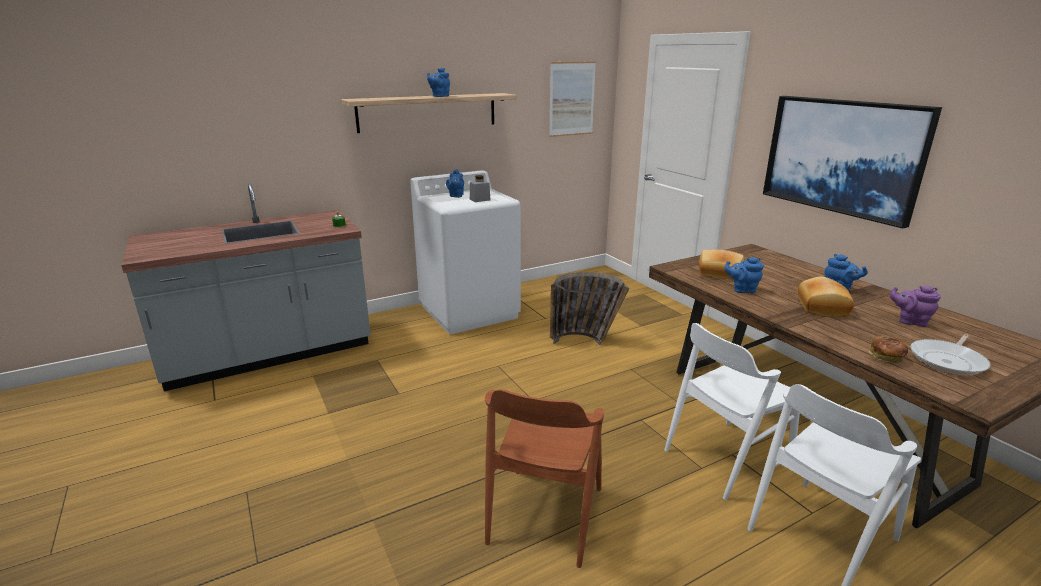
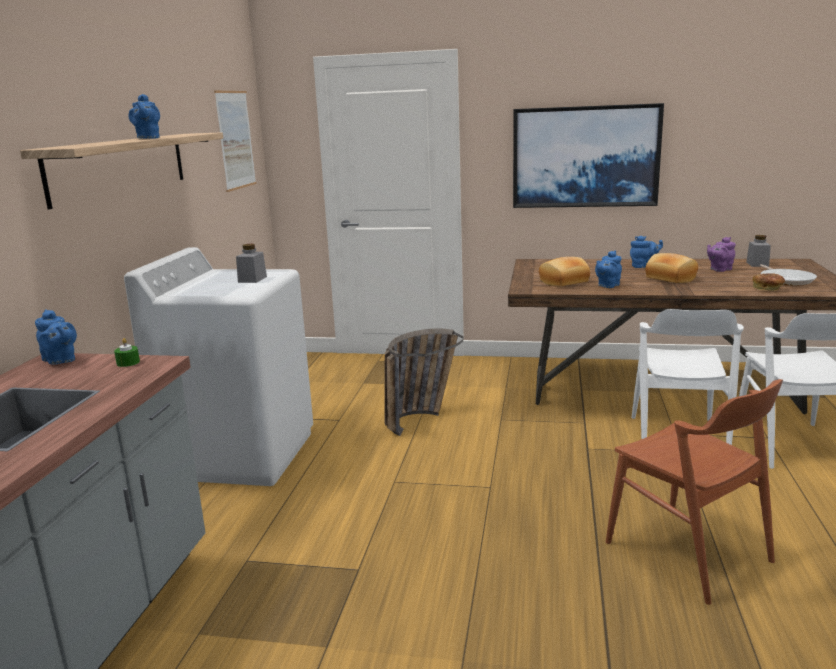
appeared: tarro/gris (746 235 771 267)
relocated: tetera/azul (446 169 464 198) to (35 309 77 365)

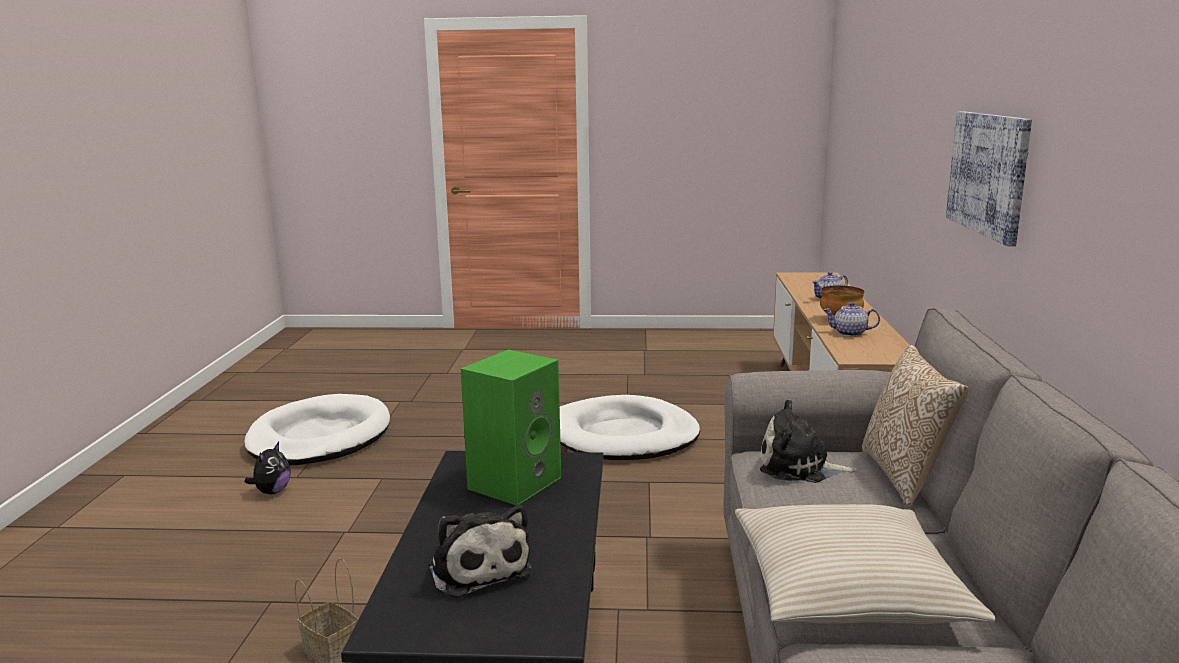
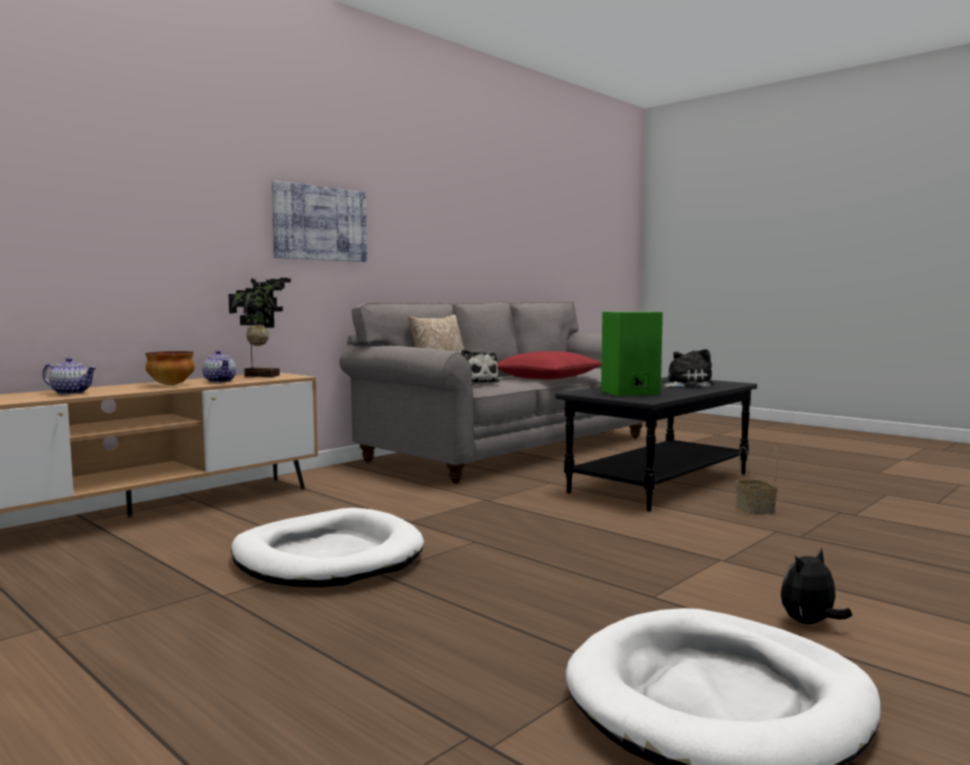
appeared: planta en maceta (228 278 291 377)
colour: cojín/beis (735 504 996 624) to cojín/rojo (498 351 601 380)
spun: peluche (428 504 531 599) = (662 349 714 388) 45 degrees clockwise

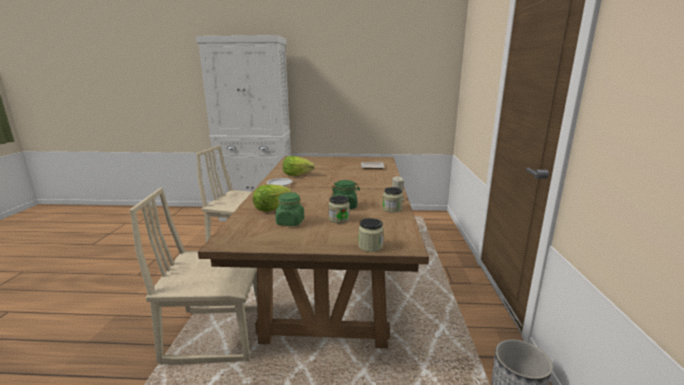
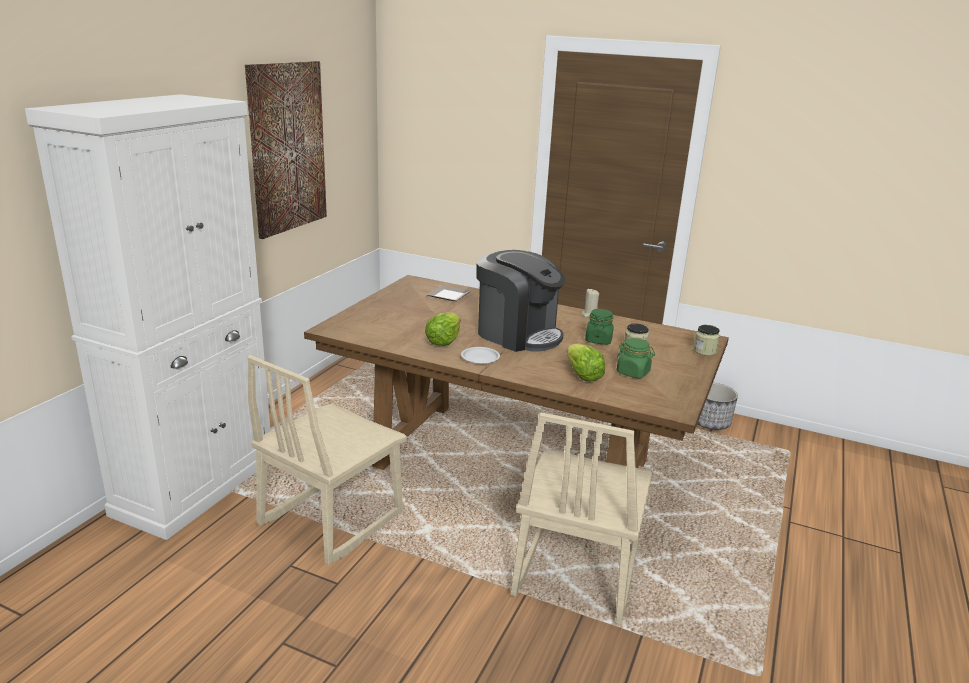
missing: tarro (383 187 403 213)
appeared: cuadro (245 61 327 239); cafetera (477 250 565 352)

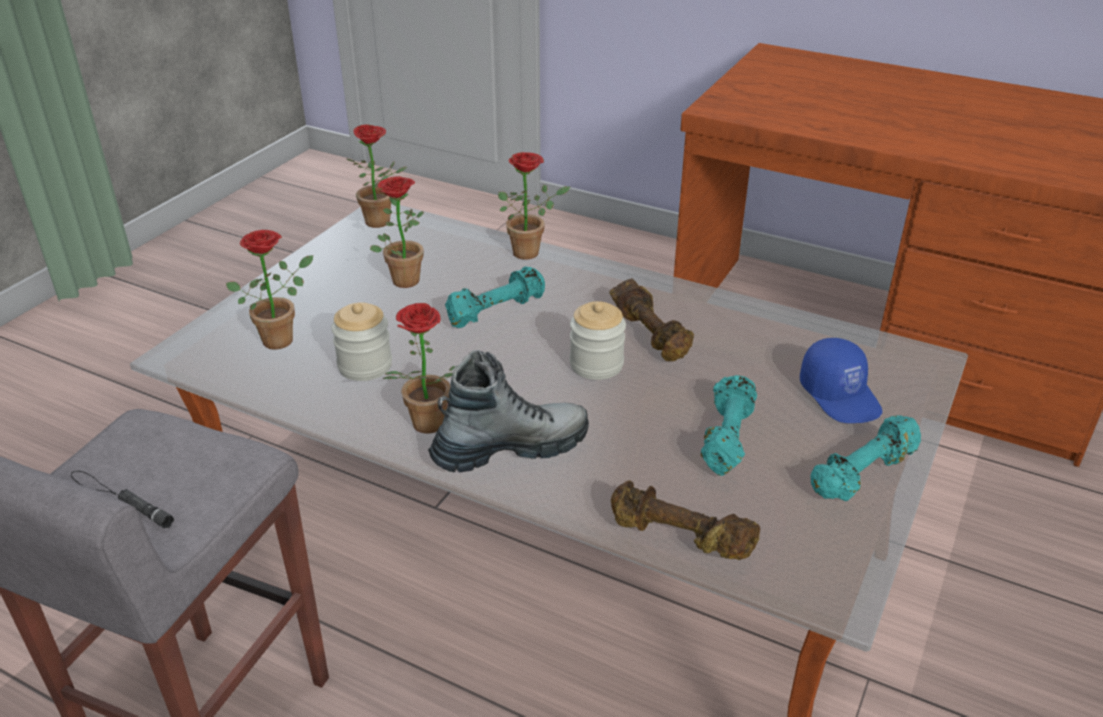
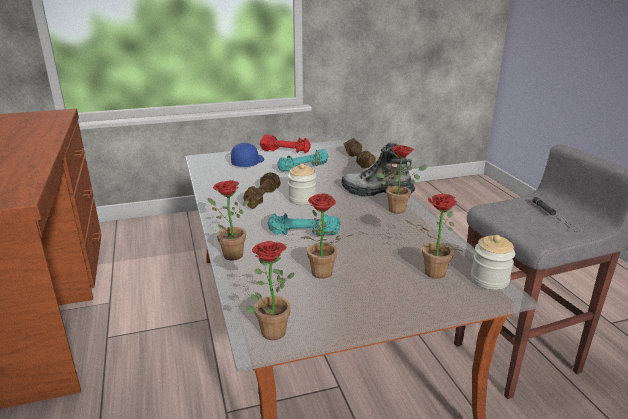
relocated: tarro (331 302 392 381) to (471 235 515 290)
colour: mancuerna/turquesa (810 415 921 501) to mancuerna/rojo (260 134 311 153)

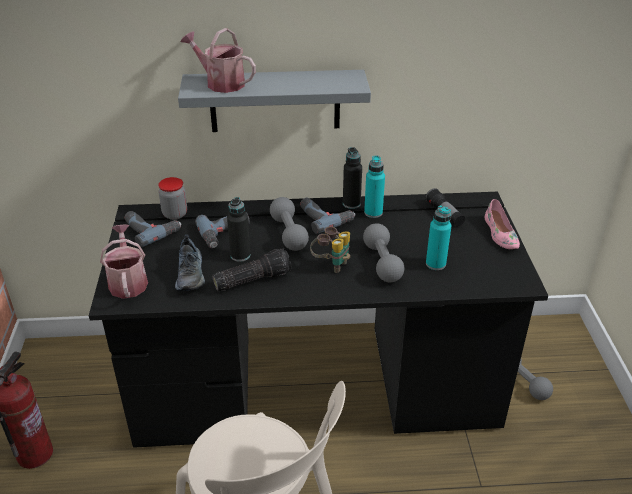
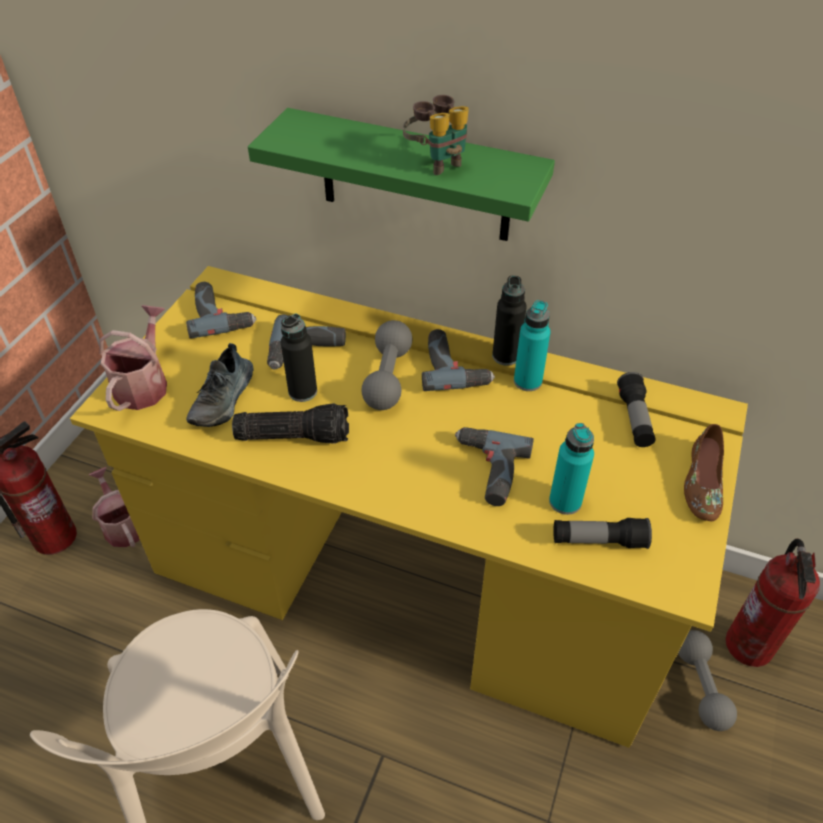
missing: tarro (158 177 187 220)
appeared: linterna (553 518 652 549); extintor (725 539 820 667)
relocated: regadera (181 28 256 93) to (89 467 140 548); prismáticos (310 226 350 273) to (403 95 469 175)
exchanged: mancuerna/gris (363 223 404 282) to taladro (455 427 534 506)
colour: estante/gris (178 70 371 132) to estante/verde (248 108 555 241); escritorio/negro (89 192 548 448) to escritorio/amarillo (70 266 748 748); zapato/rosa (484 199 520 249) to zapato/marrón (684 424 724 521)

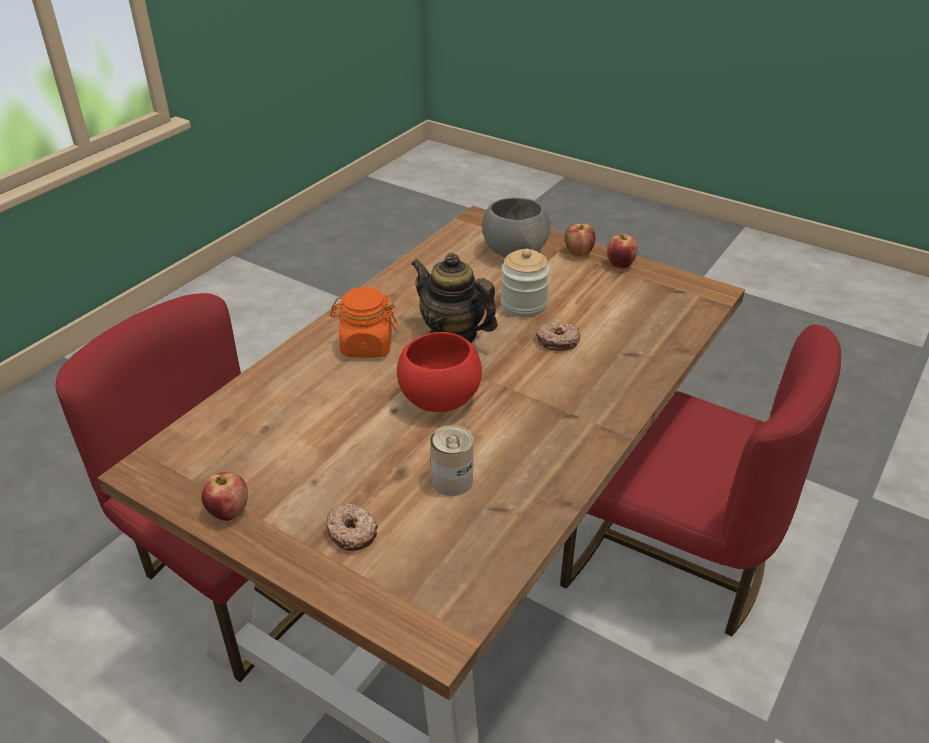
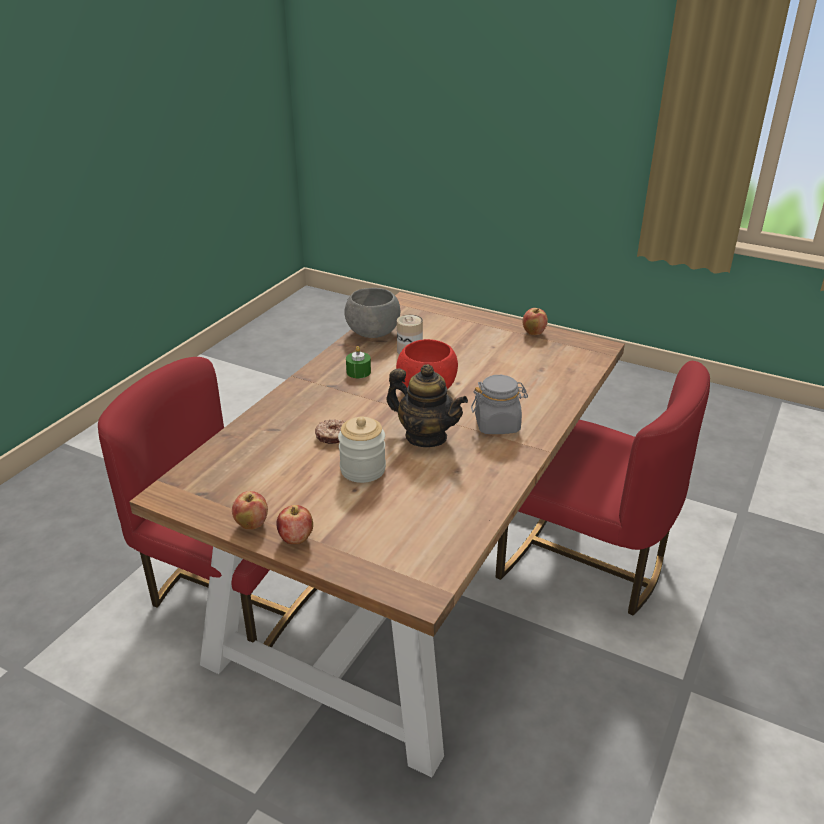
missing: rosquilla (326 504 378 551)
appeared: vela/verde (346 346 371 378)
relocated: cuenco/gris (482 197 550 258) to (344 288 400 338)
colour: tarro/naranja (330 287 398 358) to tarro/gris (471 375 528 434)

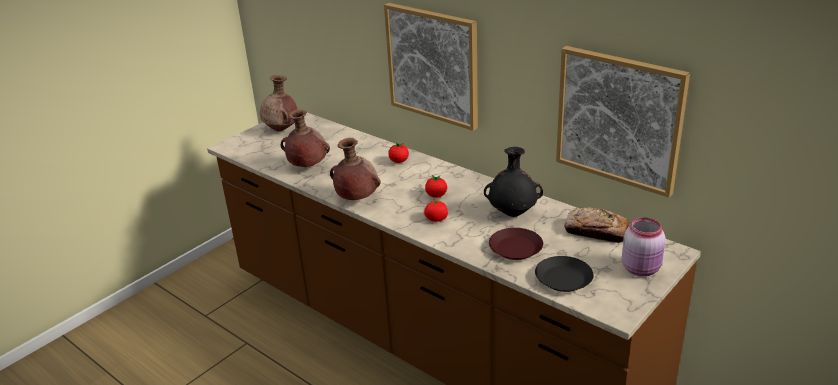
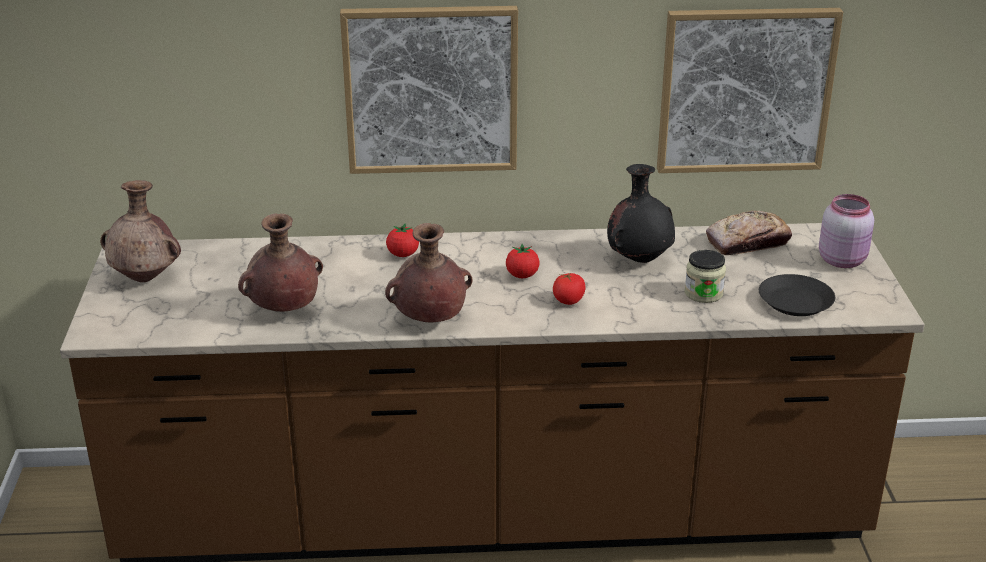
exchanged: plato/marrón (489 228 543 260) to tarro (684 250 726 303)

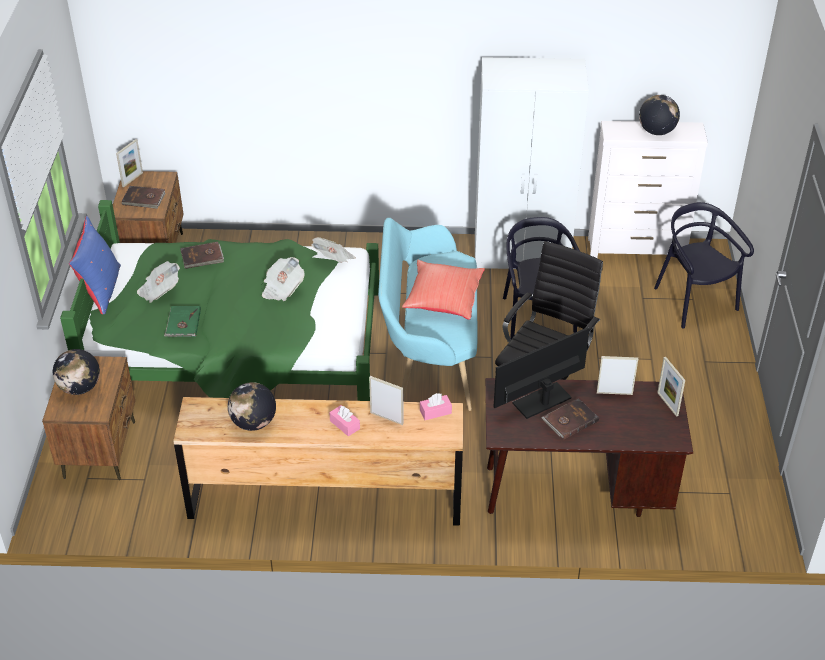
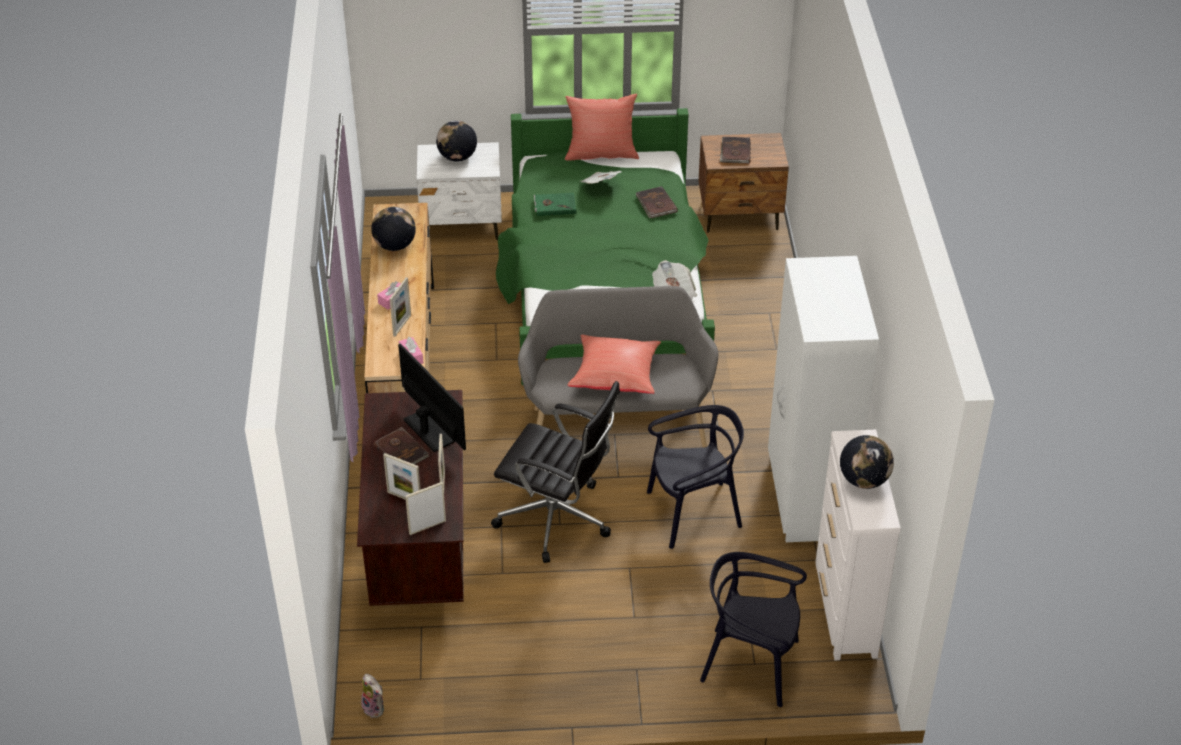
missing: periódico (262 257 304 301)
appeared: peluche (361 674 384 718)
relocated: portarretratos (116 139 143 187) to (383 453 421 500)
colour: cojín/azul (69 216 121 314) to cojín/rojo (565 94 639 161); banco/turquesa (378 218 478 411) to banco/gris (518 286 719 447); mesita de noche/marrón (42 356 135 480) to mesita de noche/blanco (417 142 502 240)
spun: silla/negro (654 202 754 329) = (700 552 807 707) 135 degrees counterclockwise

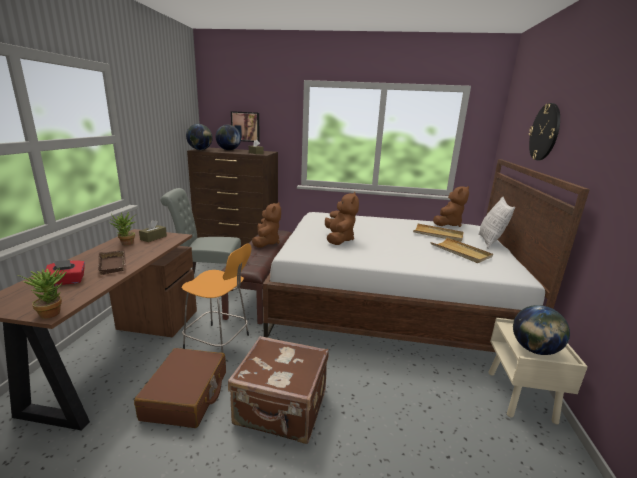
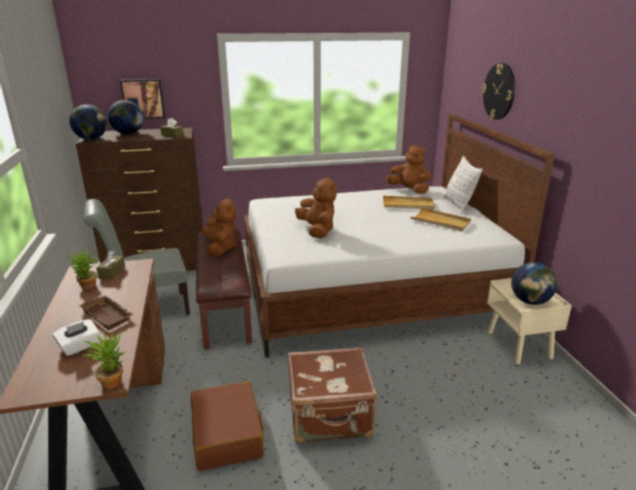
missing: taburete/naranja (182 244 252 353)
colour: caja de pañuelos/rojo (45 260 85 286) to caja de pañuelos/blanco (52 319 99 356)
spun: peluche/marrón (433 186 469 227) = (386 144 432 194) 75 degrees counterclockwise

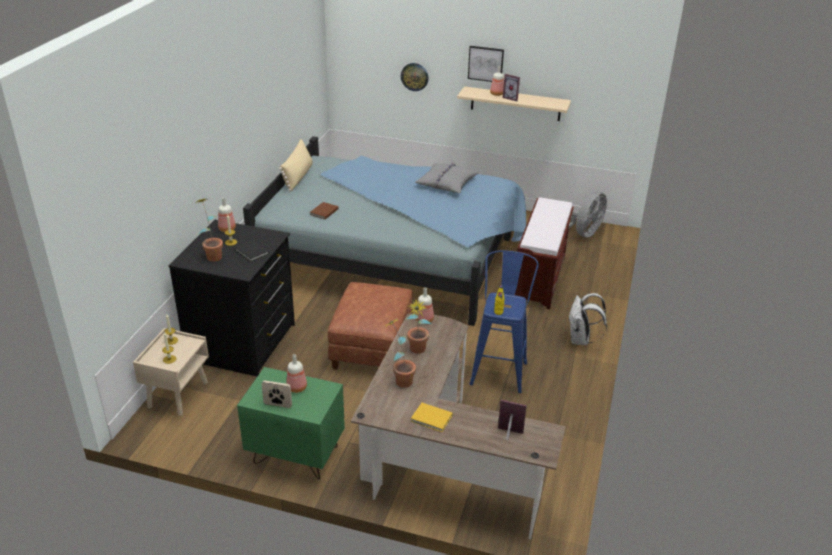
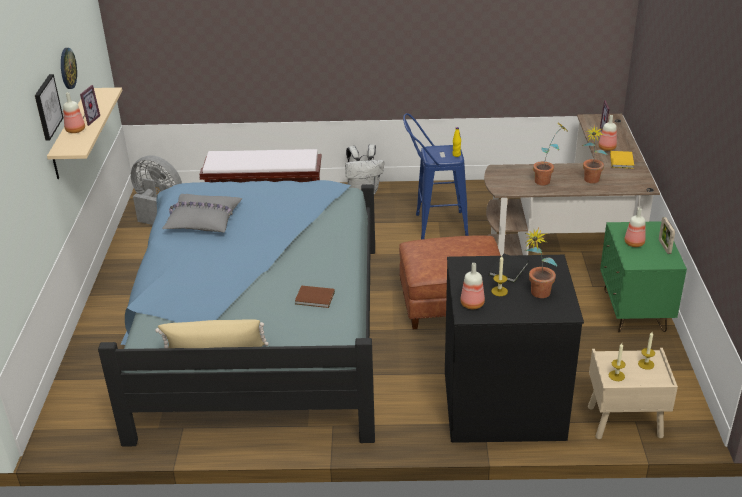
relocated: reloj de pared (401 63 429 91) to (61 48 77 89); botella (416 288 434 323) to (599 115 617 151)

